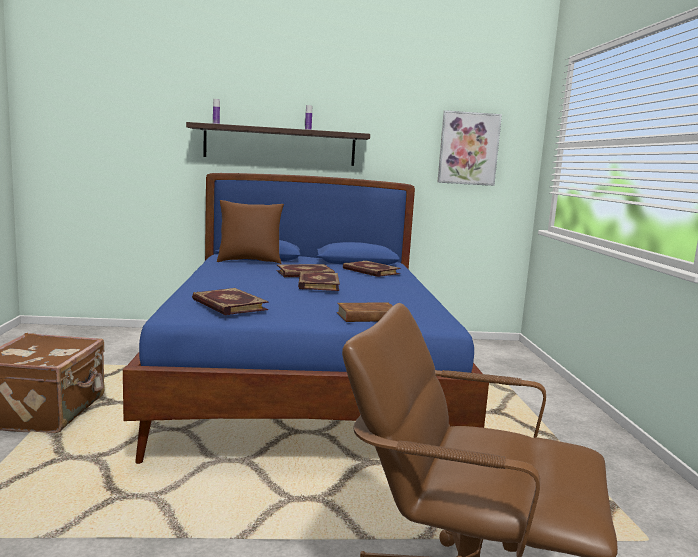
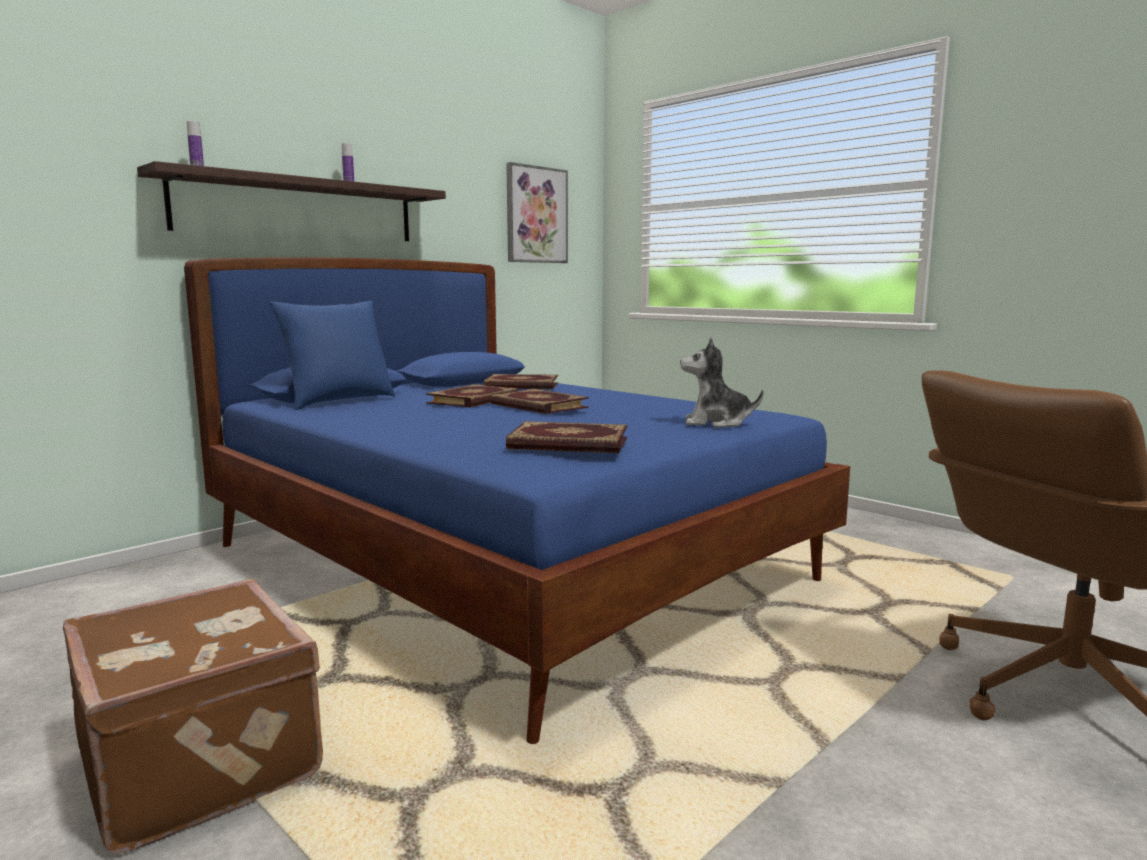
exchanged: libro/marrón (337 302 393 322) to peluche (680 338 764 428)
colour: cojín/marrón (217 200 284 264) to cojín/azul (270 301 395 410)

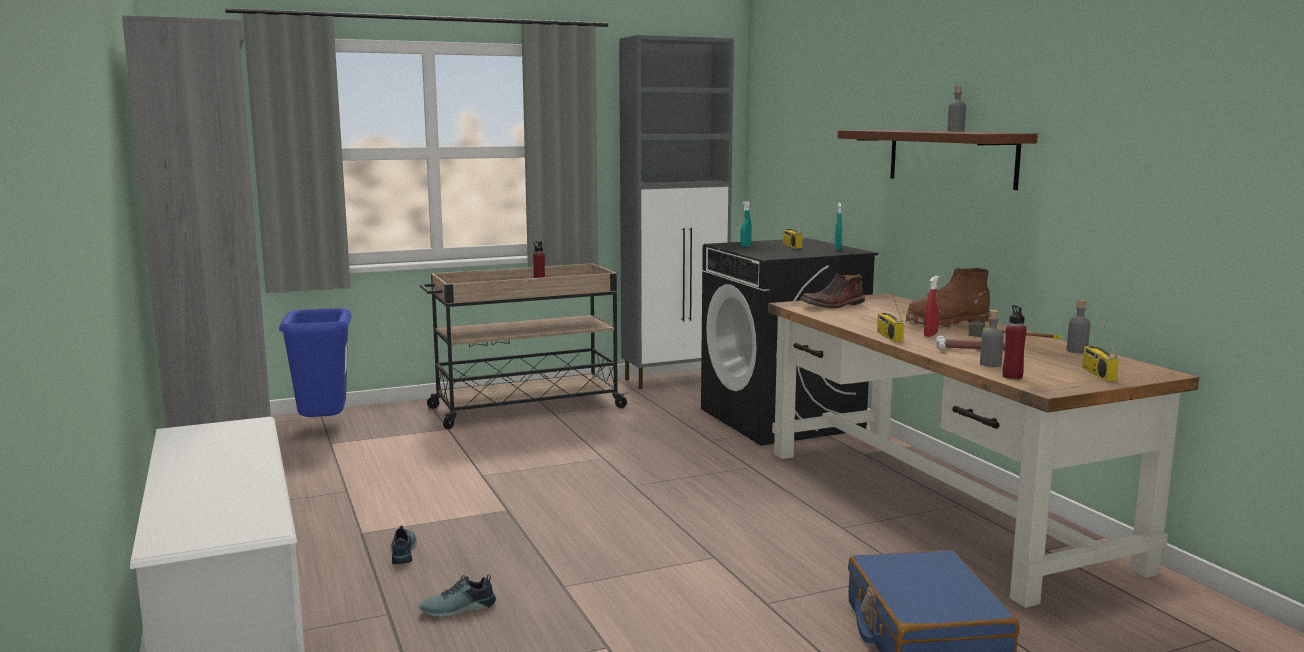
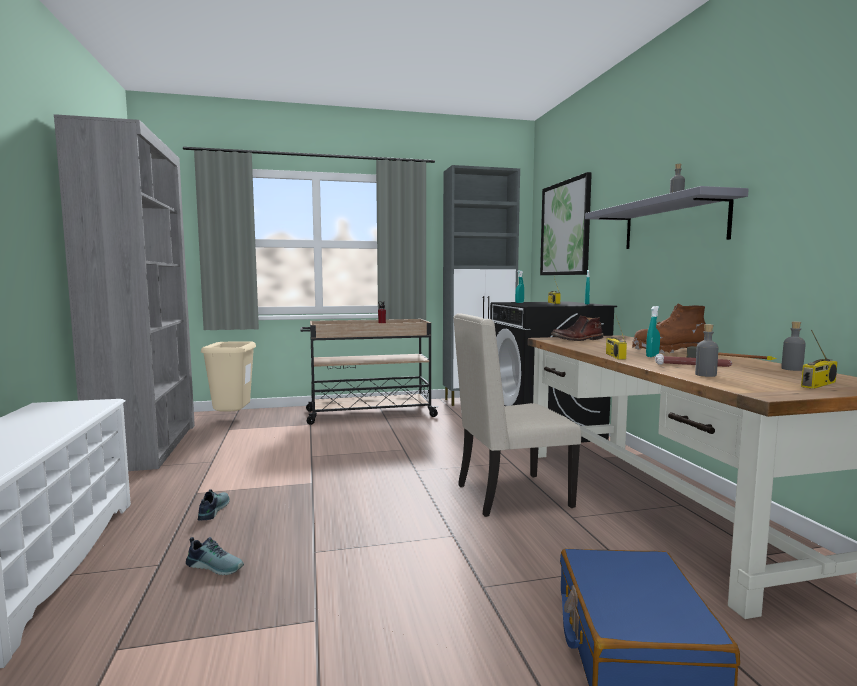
missing: botella/rojo (1002 305 1027 379)
appeared: cuadro (540 172 592 275); silla/beis (453 313 581 517)
colour: estante/marrón (838 130 1038 190) to estante/gris (585 186 749 249); pulverizador/rojo (924 276 939 337) to pulverizador/turquesa (646 306 660 357); papelera/azul (279 308 352 417) to papelera/beis (201 342 256 411)
spun: radio (1082 315 1119 382) = (801 330 838 389) 135 degrees counterclockwise; zapato (419 574 496 617) = (186 537 244 575) 150 degrees counterclockwise

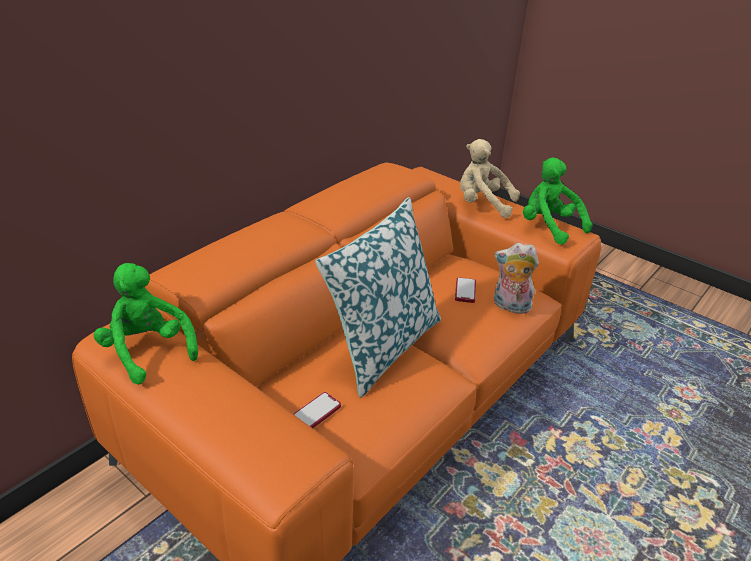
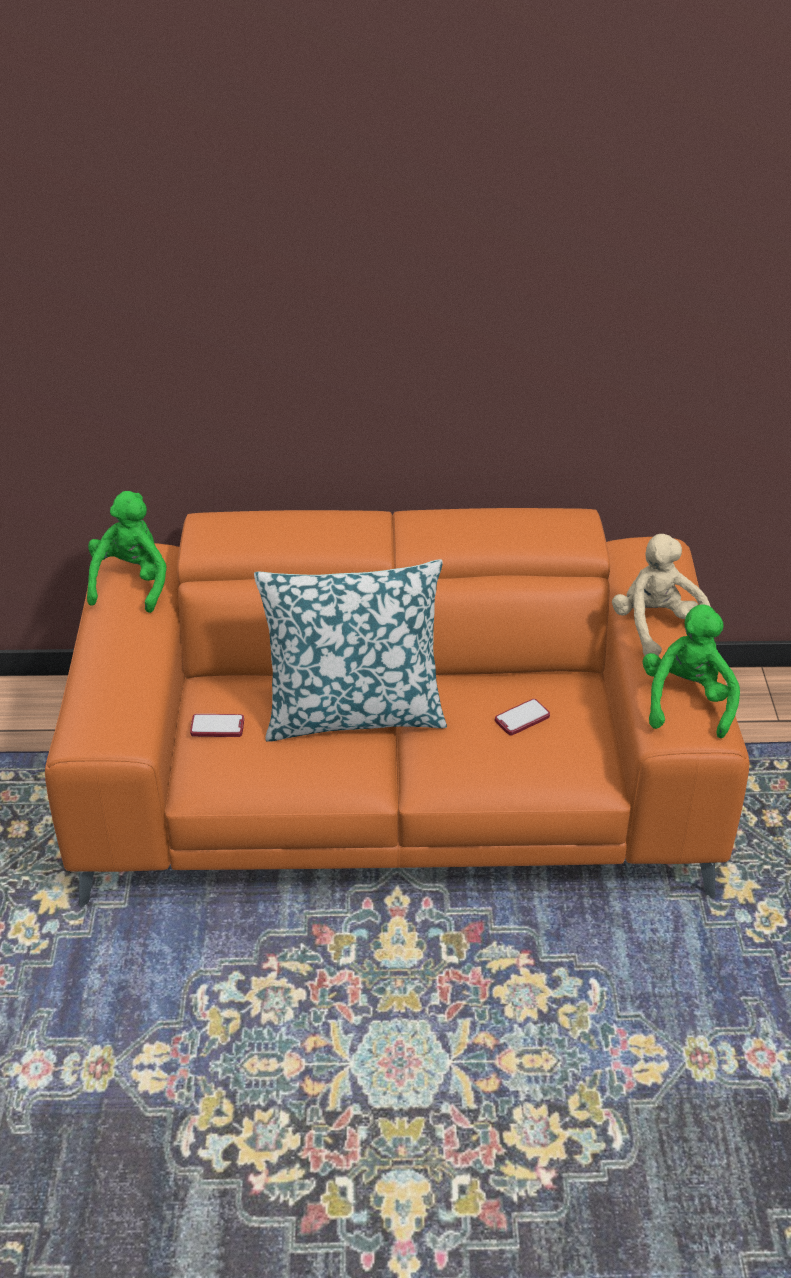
missing: peluche (494 243 539 314)

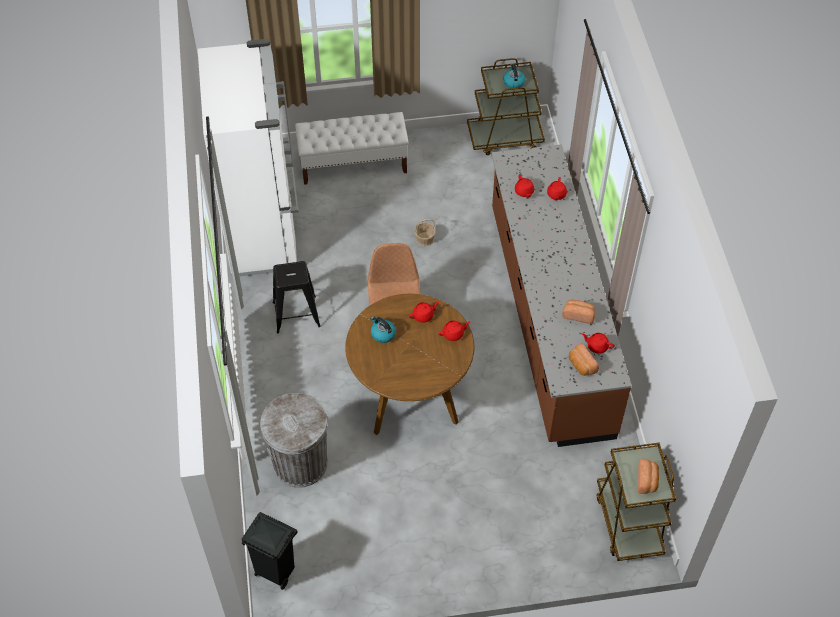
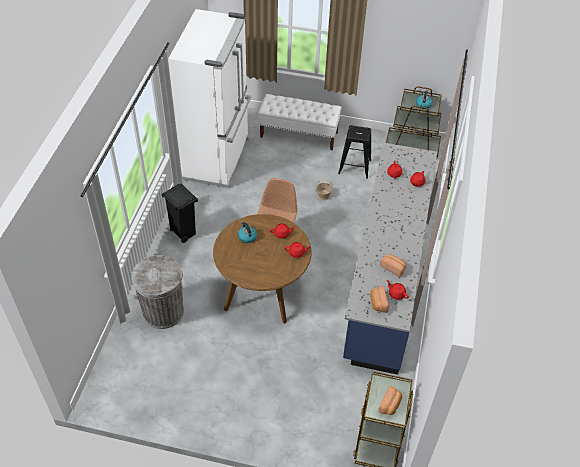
relocated: taburete/negro (273 261 321 333) to (338 125 371 179); papelera/negro (241 512 298 590) to (162 184 198 243)
colour: mueble bajo de cocina/marrón (491 144 632 447) to mueble bajo de cocina/azul (343 143 437 375)

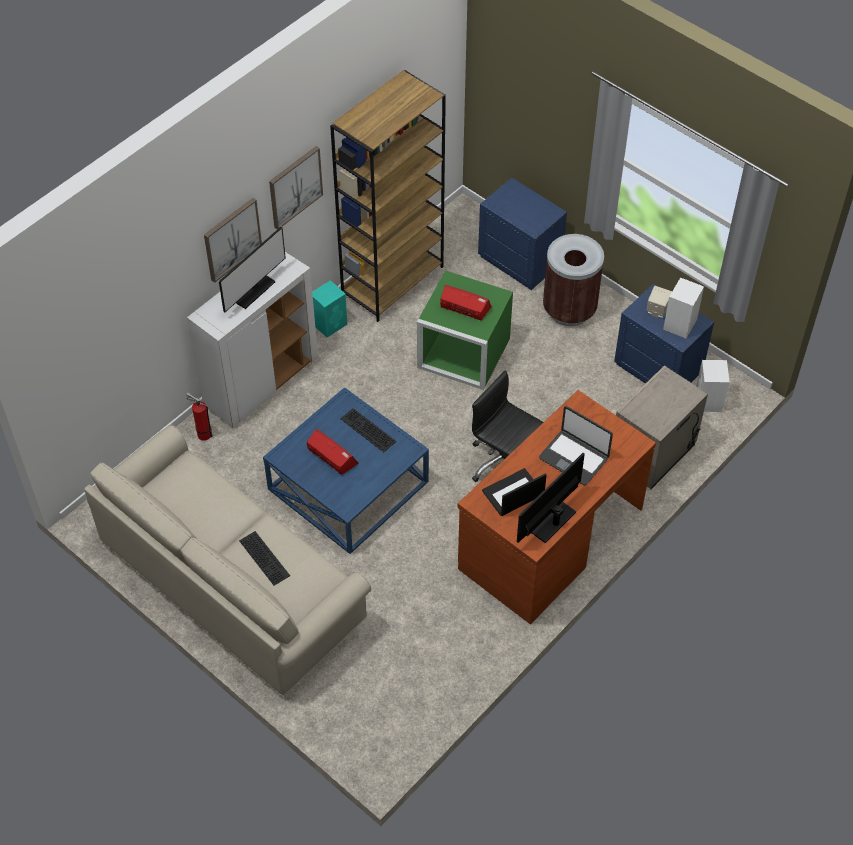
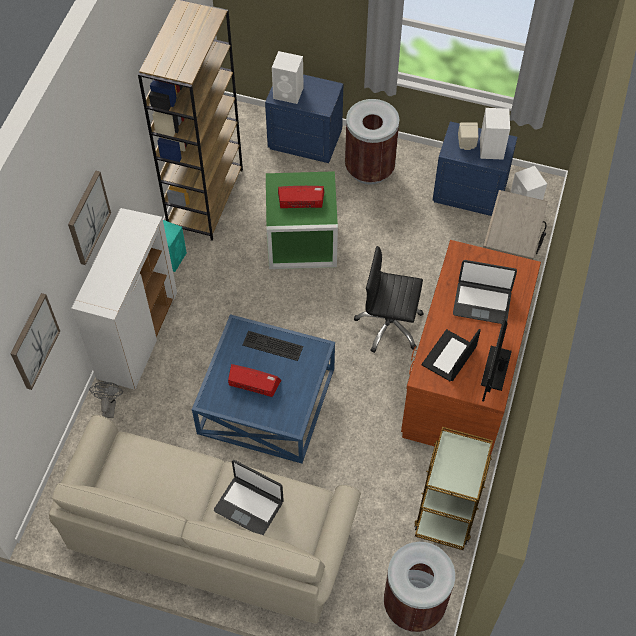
missing: monitor (219 227 286 312)
appeared: altavoz/blanco (272 51 304 104); carrito/marrón (414 427 493 550); papelera/marrón (384 542 455 632)
relocated: cuadro (269 146 323 229) to (10 293 60 390)
exchanged: extintor (186 393 213 441) to ventilador/gris (89 382 123 418); teclado (239 531 290 586) to portátil (214 460 283 535)

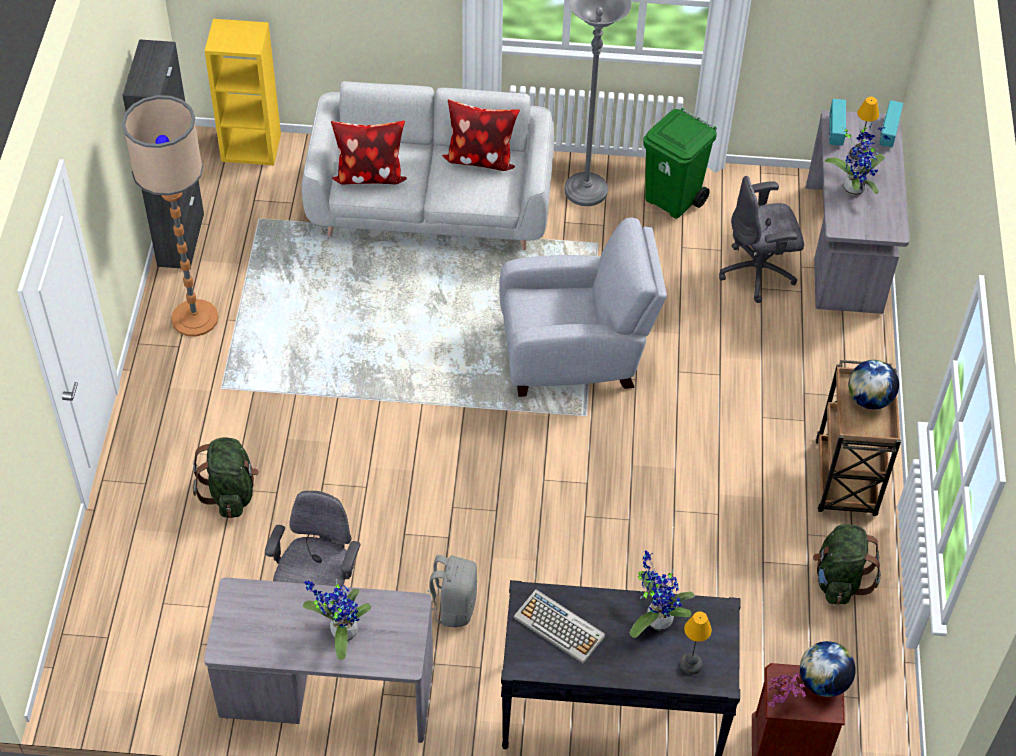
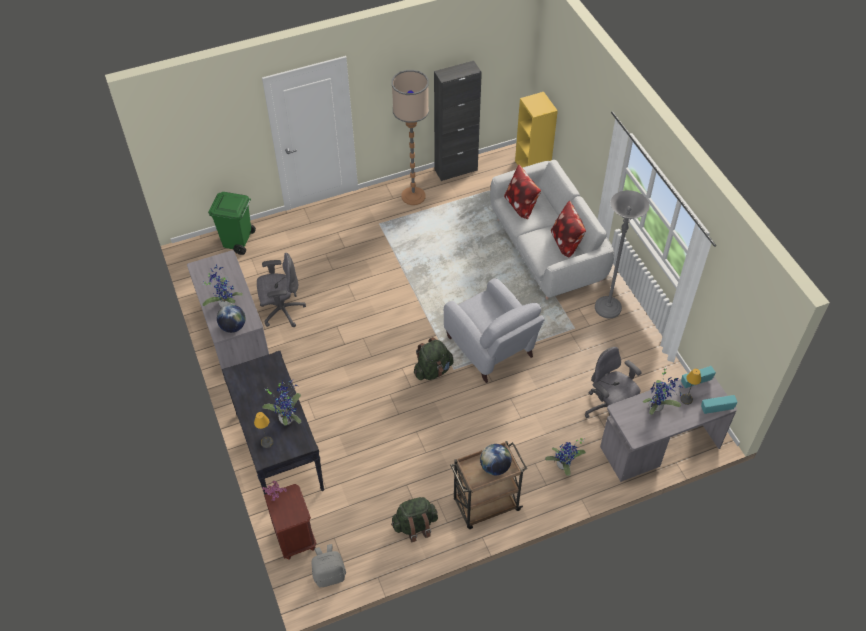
missing: teclado (514 589 605 664)
appeared: planta en maceta (545 438 586 476)
relocated: papelera/verde (644 108 717 218) to (208 192 256 255); mochila/verde (193 438 259 518) to (414 337 453 380); mochila/gris (427 555 477 627) to (311 544 346 588); globo terráqueo (800 641 856 697) to (217 304 245 333)

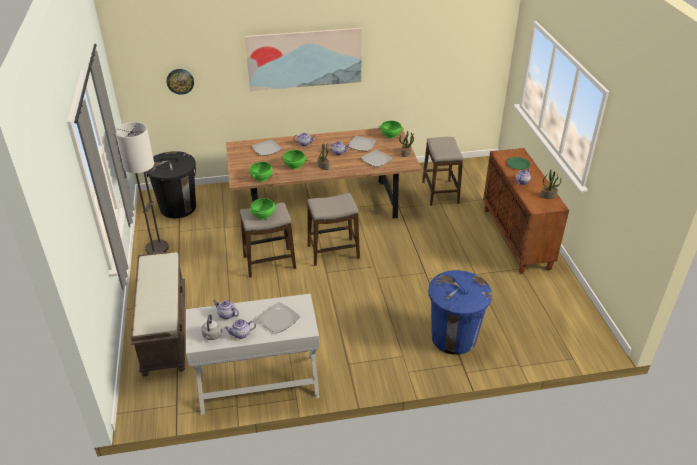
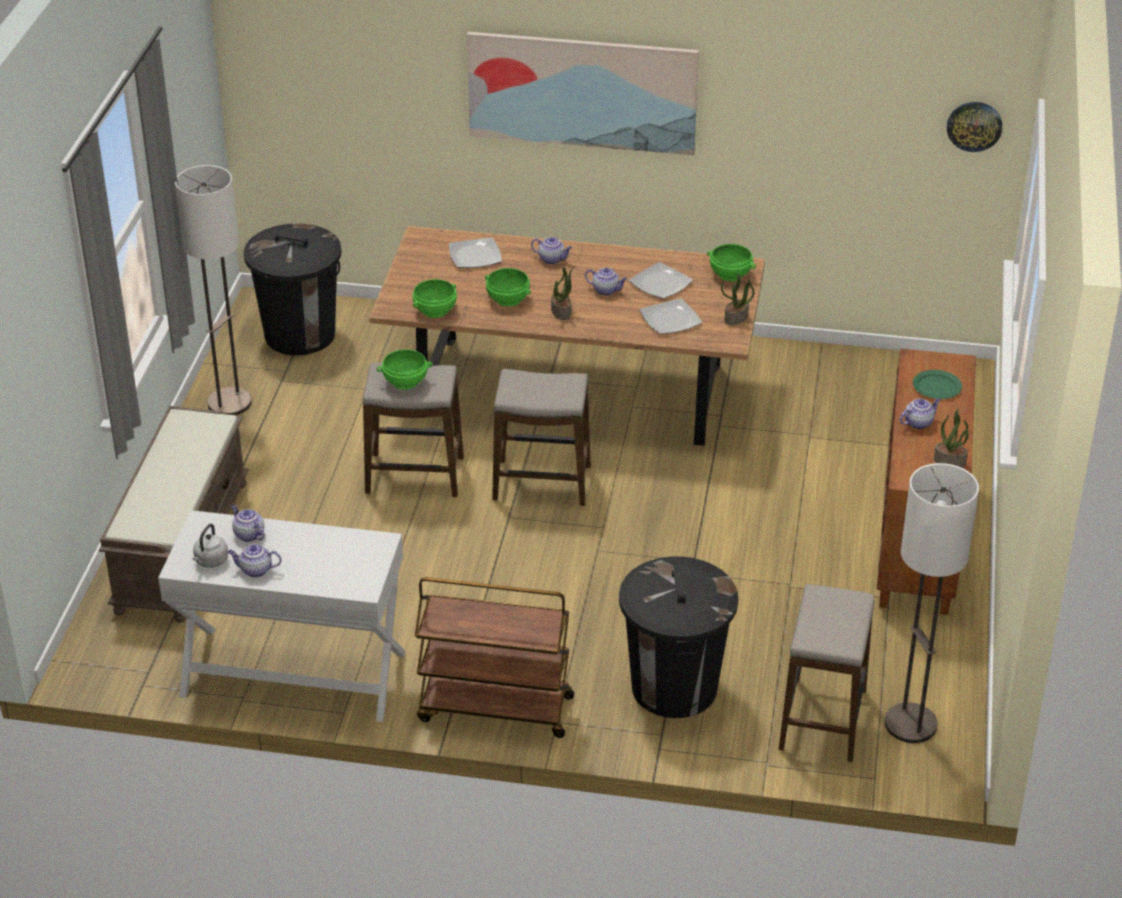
missing: plato (256 302 300 333)
appeared: lámpara de pie (885 463 979 743); carrito/marrón (415 577 574 738)
relocated: reloj de pared (167 69 194 95) to (947 102 1002 152); taburete (422 137 463 206) to (779 584 875 762)
colour: papelera/azul (428 270 492 355) to papelera/negro (619 557 738 718)

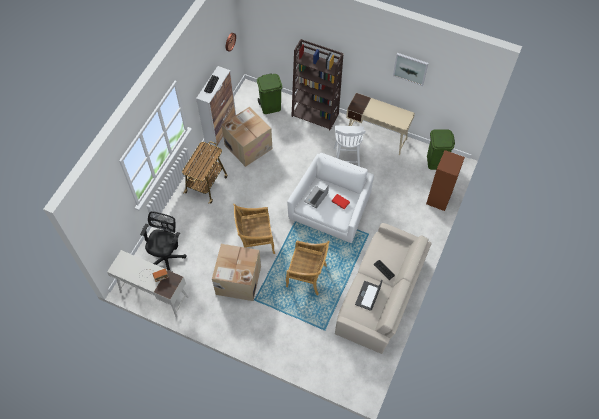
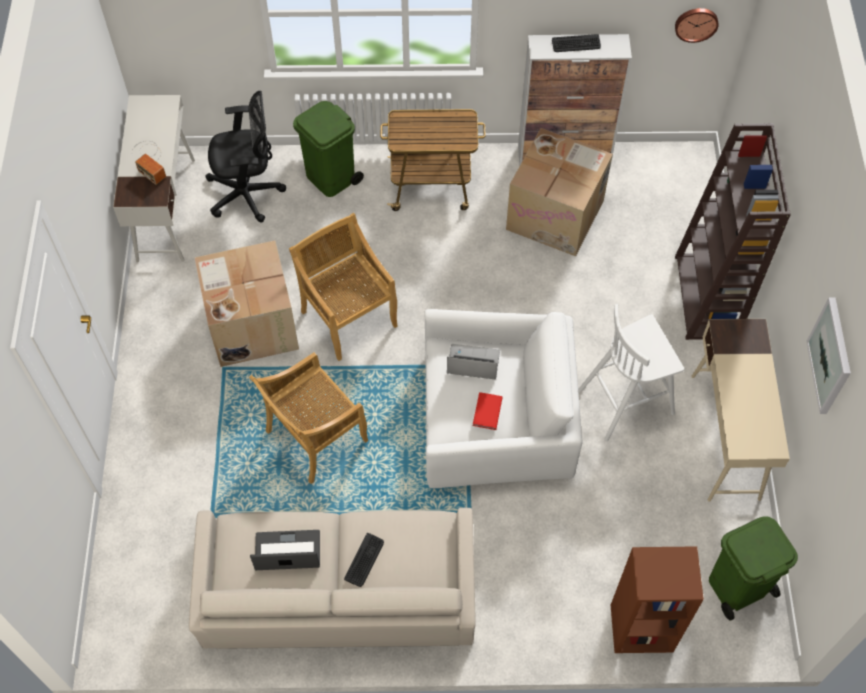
relocated: papelera/verde (257 73 282 114) to (293 101 364 197)
spun: silla/beis (286 240 330 295) = (249 352 368 484) 60 degrees clockwise

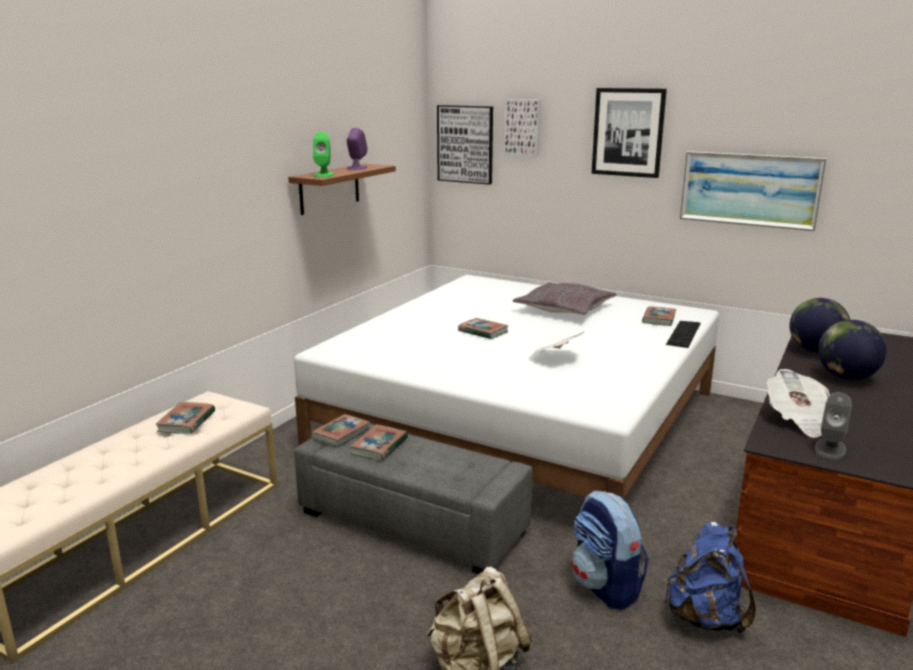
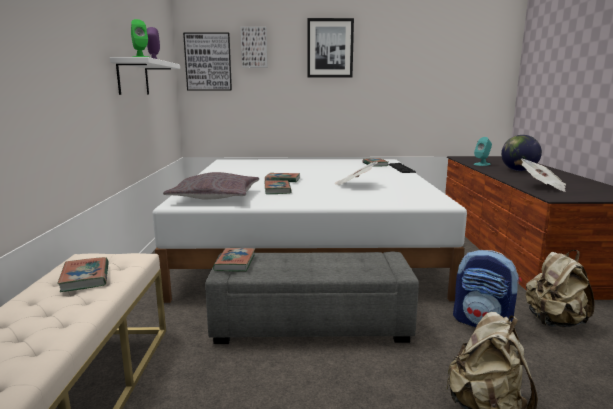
missing: cuadro (680 151 827 231); altavoz/gris (815 392 852 459)
relocated: cojín/gris (513 282 617 315) to (163 172 259 200); libro (350 424 408 461) to (265 180 292 194)
exchanged: globo terráqueo (790 298 850 353) to altavoz/turquesa (474 137 492 166)
colour: estante/marrón (288 164 396 215) to estante/blanco (110 57 180 95); mochila/azul (664 522 756 635) to mochila/beis (526 250 594 327)

